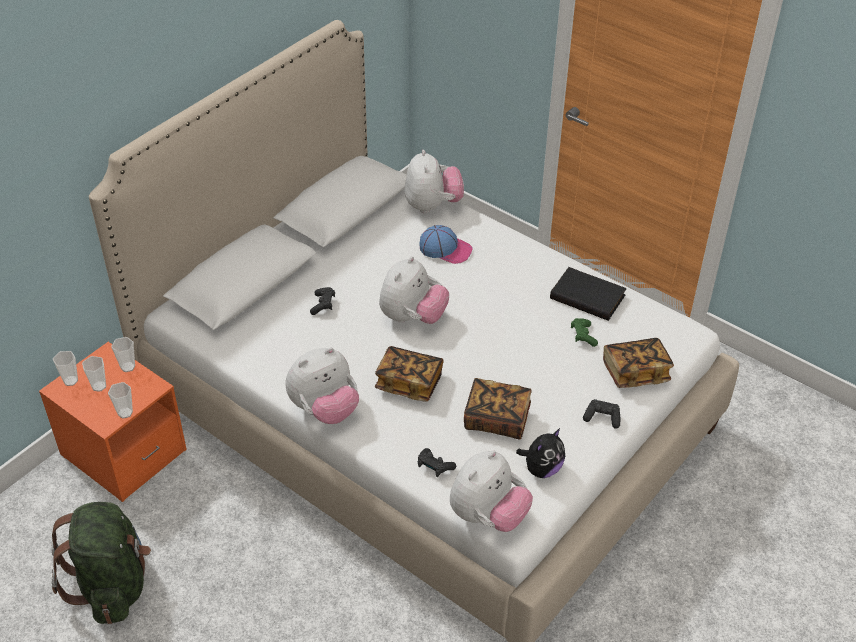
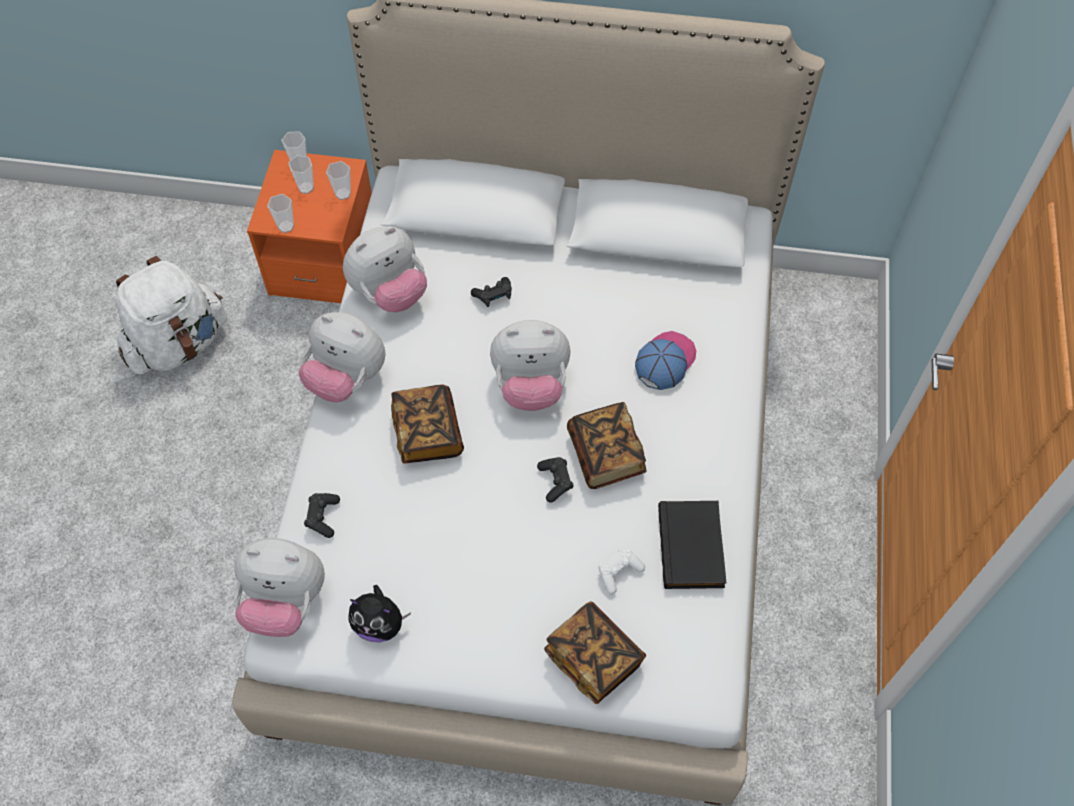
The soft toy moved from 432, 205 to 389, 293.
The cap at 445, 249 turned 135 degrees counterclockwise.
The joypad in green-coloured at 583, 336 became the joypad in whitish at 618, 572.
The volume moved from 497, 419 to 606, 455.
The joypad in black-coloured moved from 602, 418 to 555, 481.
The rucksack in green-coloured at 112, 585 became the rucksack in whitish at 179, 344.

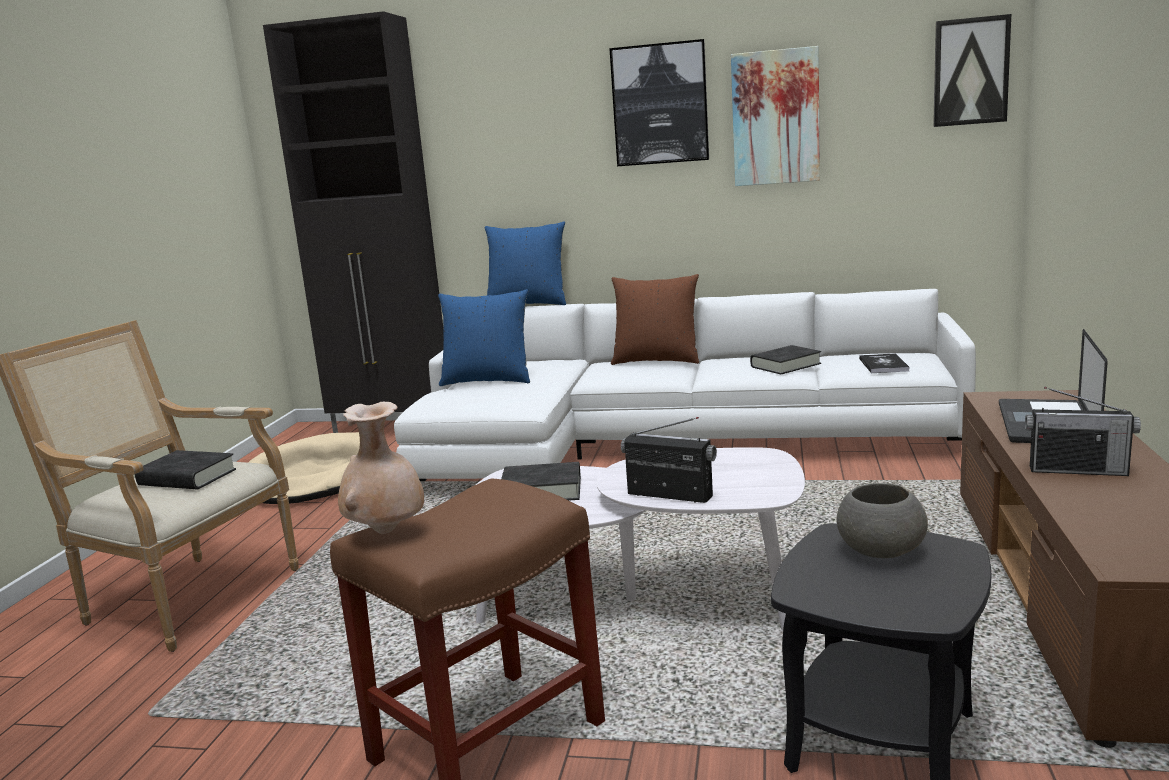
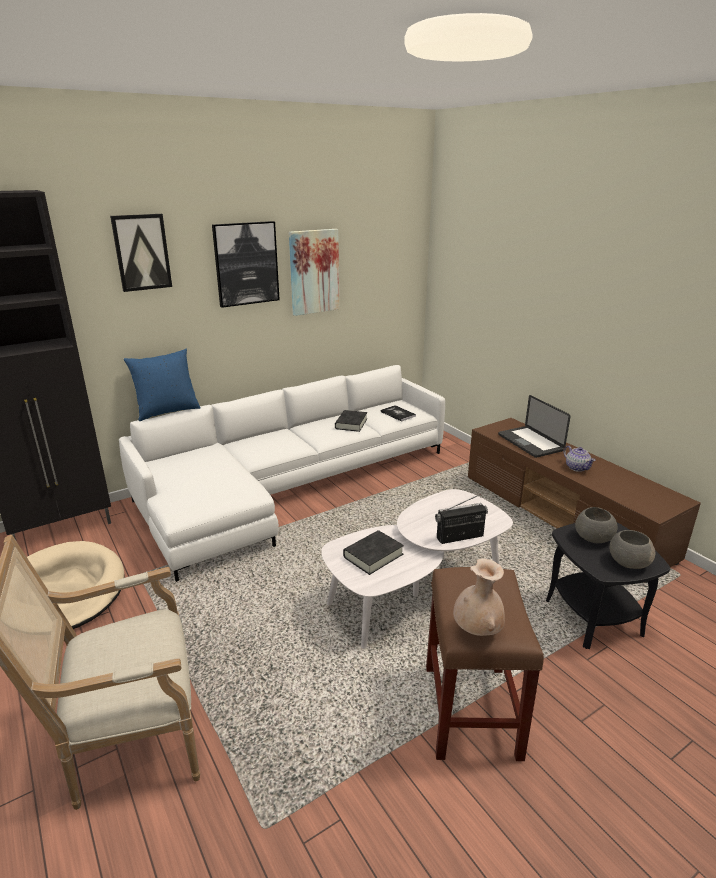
The wall art moved from 970, 71 to 142, 252.
The throw pillow in brown at 656, 360 disappeared.
The throw pillow in bluish at 488, 380 disappeared.
The radio set at 1077, 470 was replaced by the teapot at 577, 467.
The volume in black-coloured at 187, 478 disappeared.
The deep dish in gray at 628, 562 appeared.

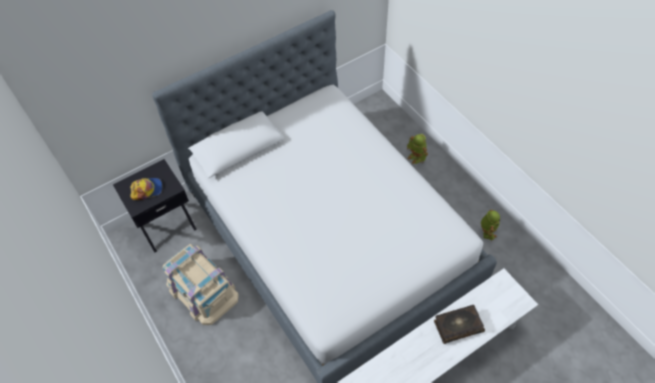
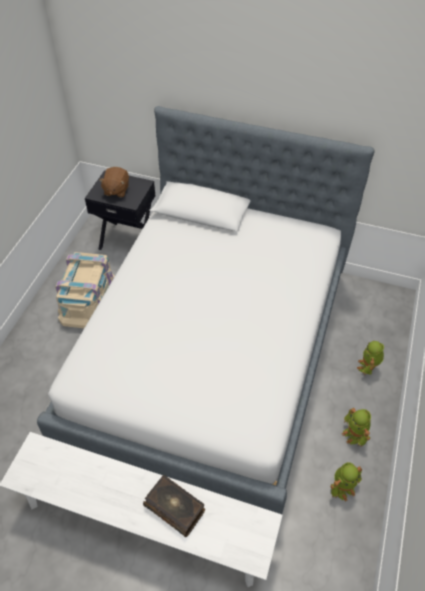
The cap at 147, 190 was replaced by the soft toy in brown at 116, 190.
The robot figure at 354, 435 appeared.

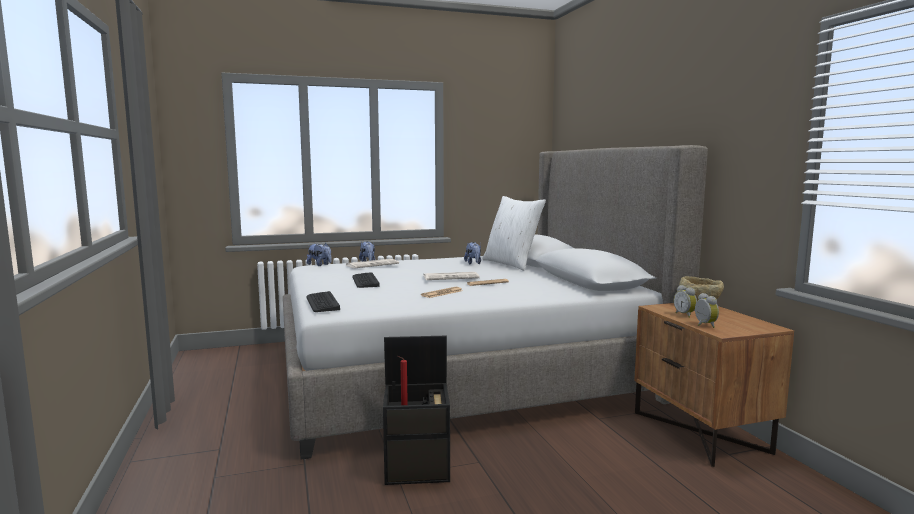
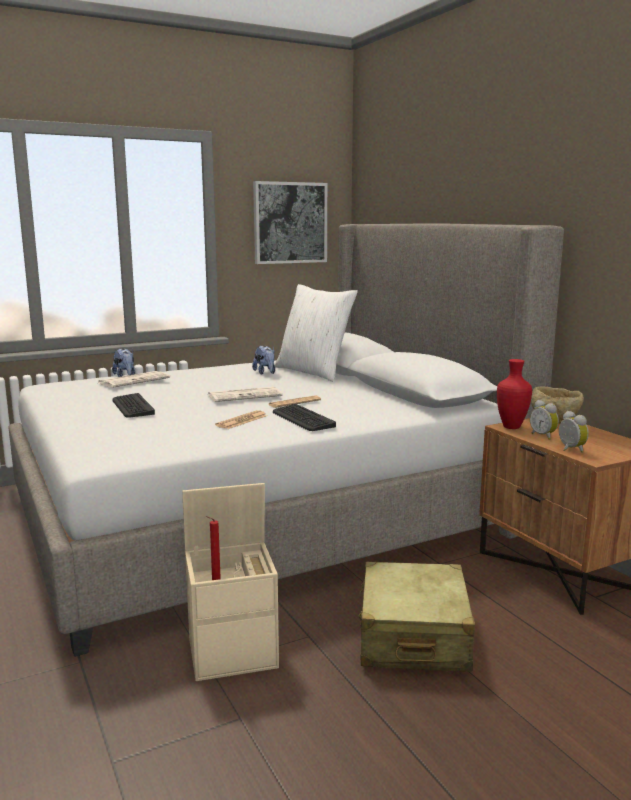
The soft toy at 320, 265 disappeared.
The computer keyboard moved from 322, 303 to 302, 419.
The storage container in black-coloured at 418, 468 became the storage container in beige-coloured at 234, 652.
The wall art at 290, 223 appeared.
The decorative vase in red-coloured at 512, 427 appeared.
The suitcase in beige-coloured at 413, 636 appeared.

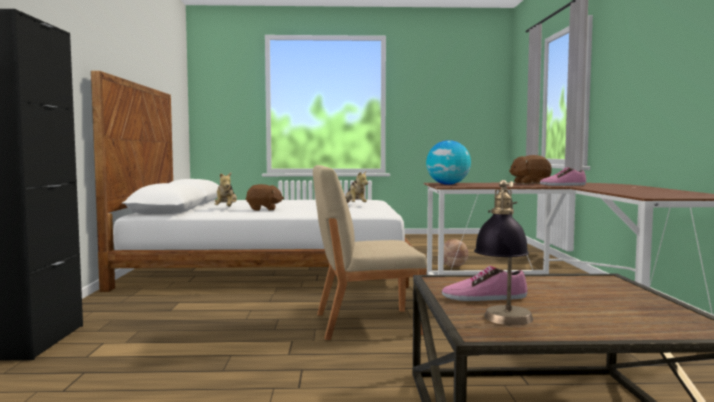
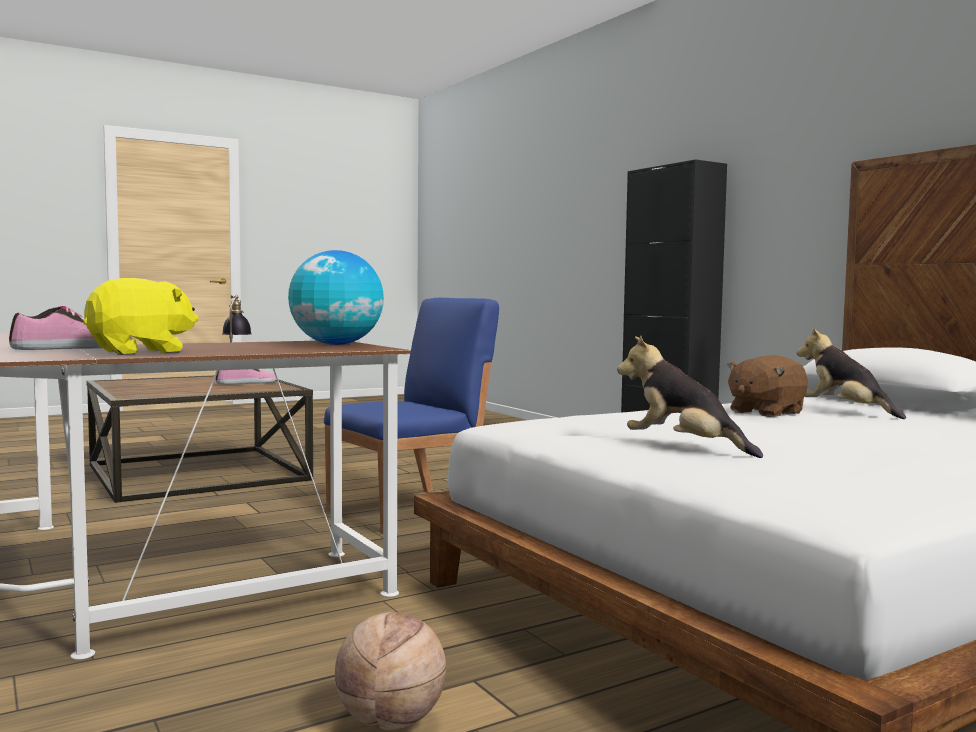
The soft toy in brown at 529, 183 became the soft toy in yellowish at 141, 352.
The plain chair in beige-coloured at 365, 323 became the plain chair in bluish at 412, 510.

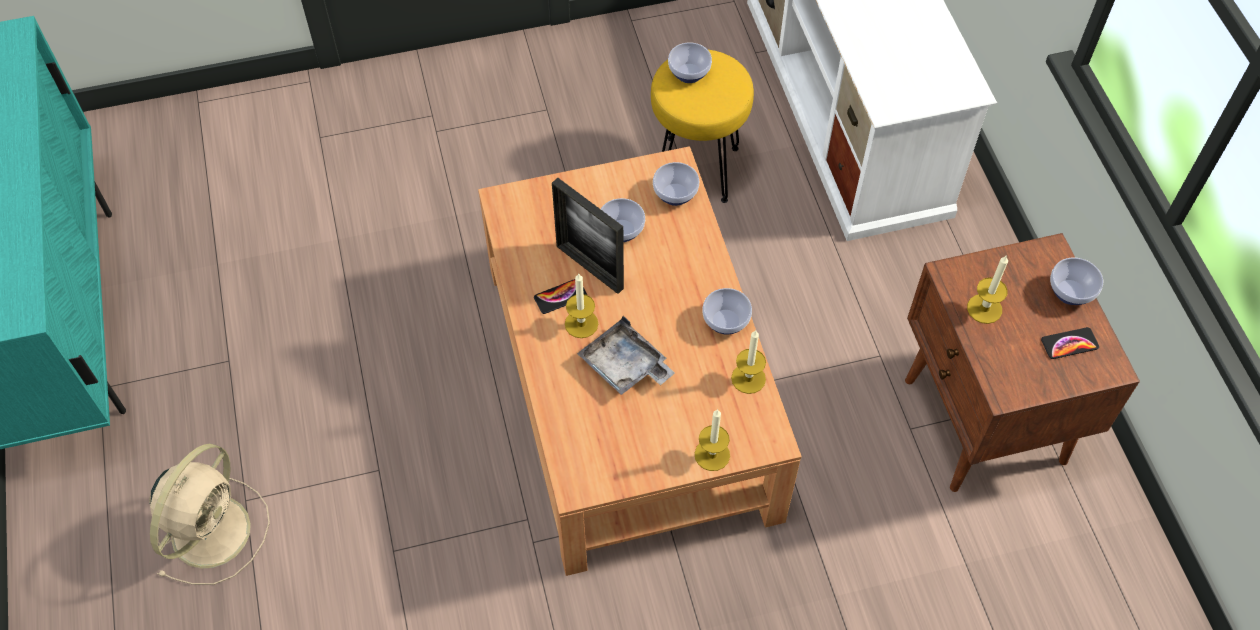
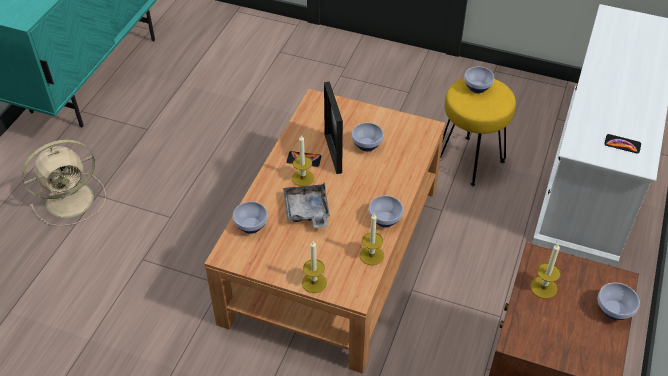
The deep dish moved from 676, 195 to 251, 226.
The phone moved from 1069, 344 to 622, 144.

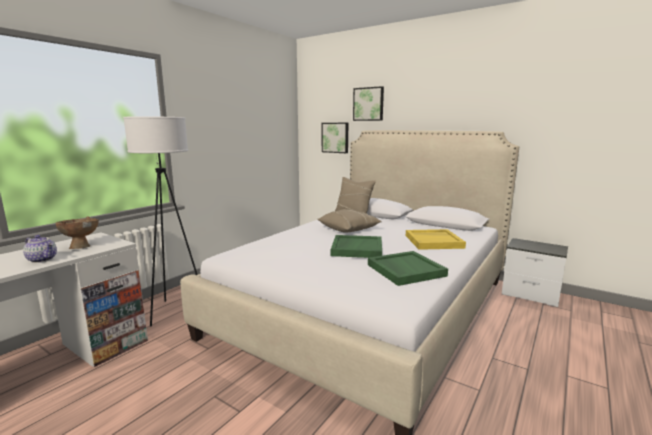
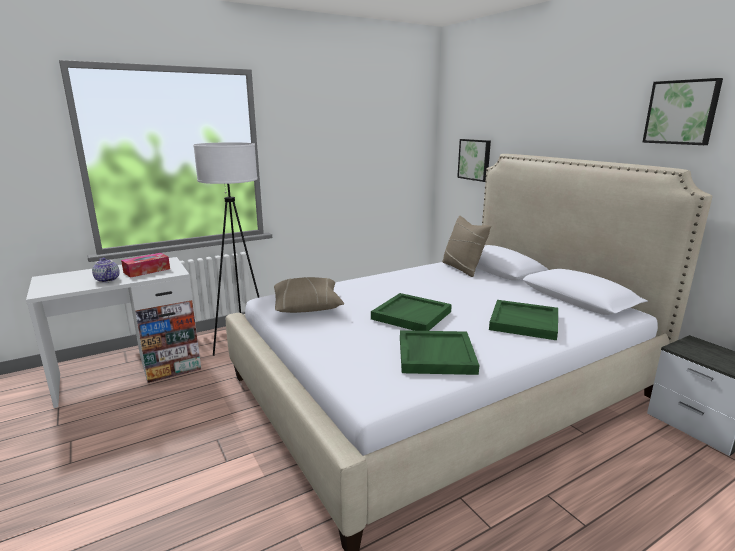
The wall art moved from 368, 104 to 682, 112.
The throw pillow in beige-coloured moved from 349, 229 to 307, 306.
The deep dish in brown at 82, 246 was replaced by the box of tissues at 147, 270.
The serving tray in yellowish at 434, 241 became the serving tray in green-coloured at 524, 322.

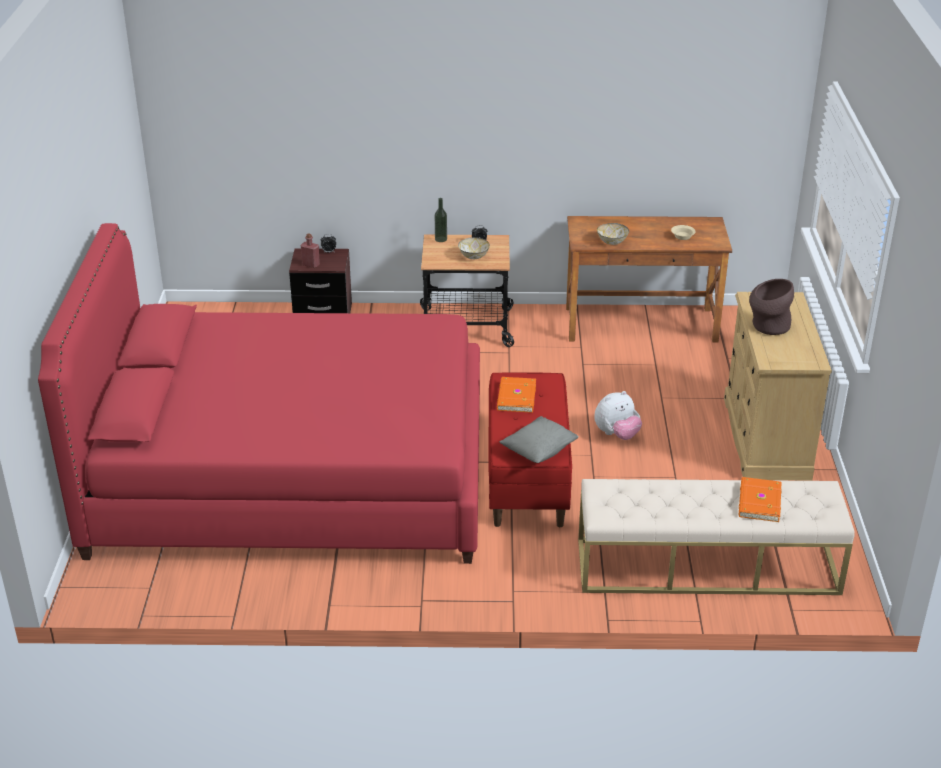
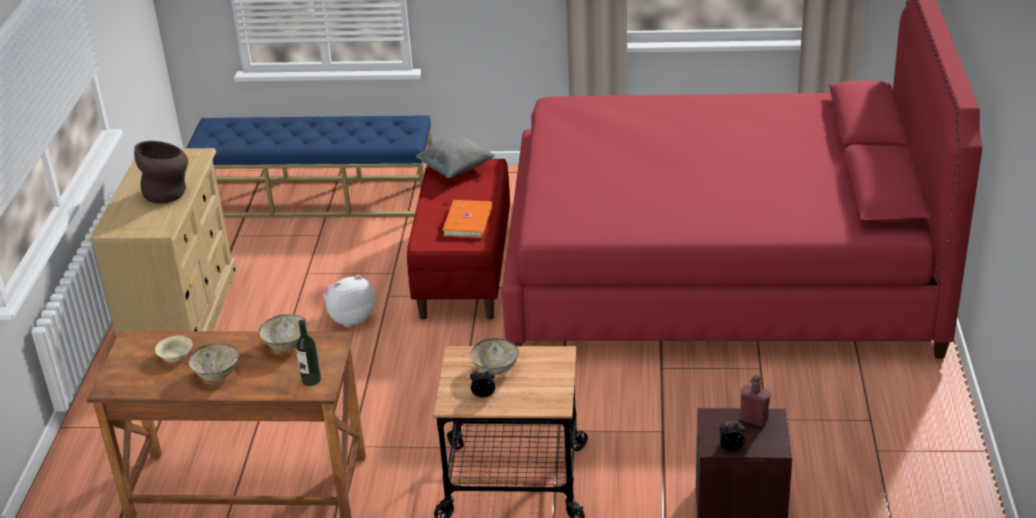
The bottle moved from 441, 239 to 311, 380.
The volume in orangey at 758, 502 disappeared.
The indoor bench in beige-coloured at 706, 567 became the indoor bench in bluish at 317, 197.
The deep dish at 217, 374 appeared.

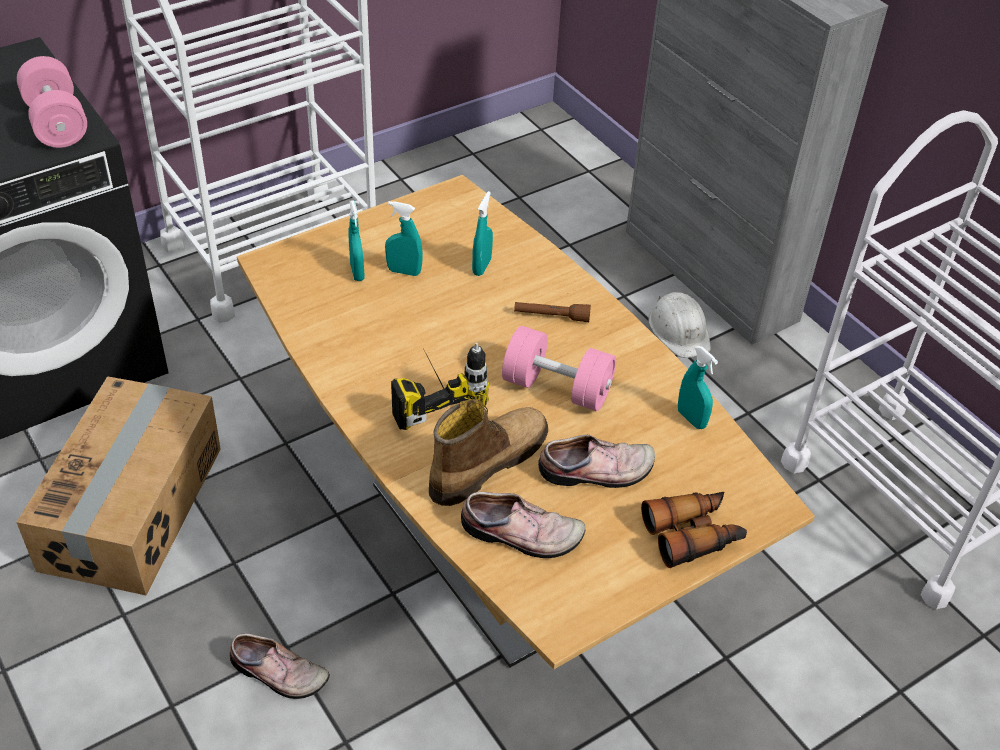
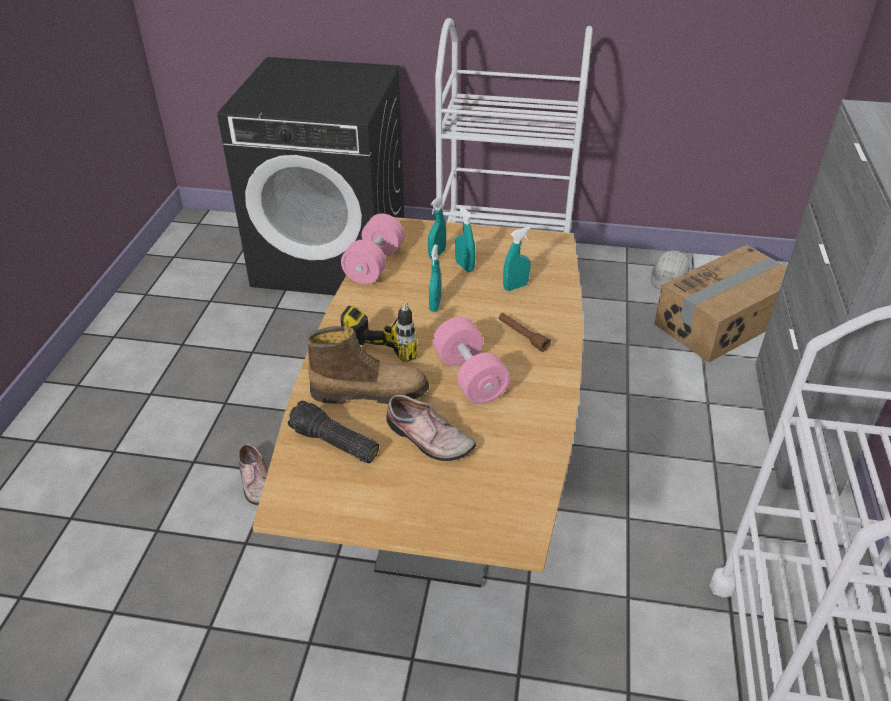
The free weight in pinkish moved from 57, 123 to 374, 265.
The work helmet in whitish moved from 679, 330 to 670, 277.
The hand sprayer in turquoise-coloured moved from 691, 419 to 435, 305.
The carton moved from 134, 507 to 723, 321.
The shoe at 521, 536 was replaced by the torch at 333, 444.
The binoculars at 693, 534 disappeared.

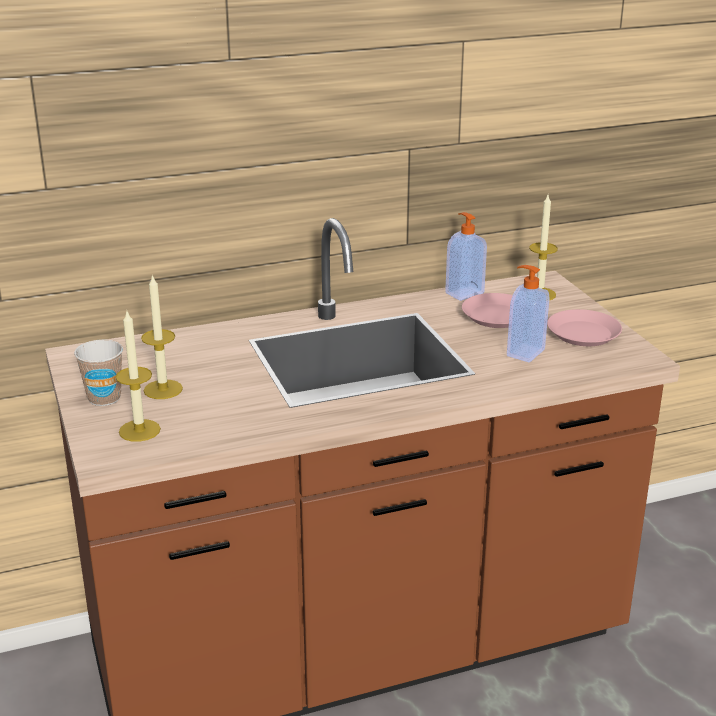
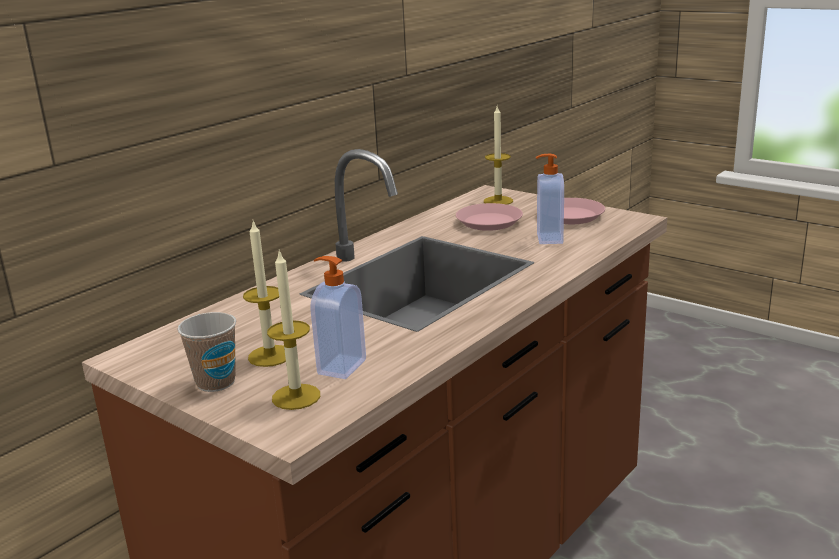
The liquid soap bottle moved from 463, 293 to 340, 367.

